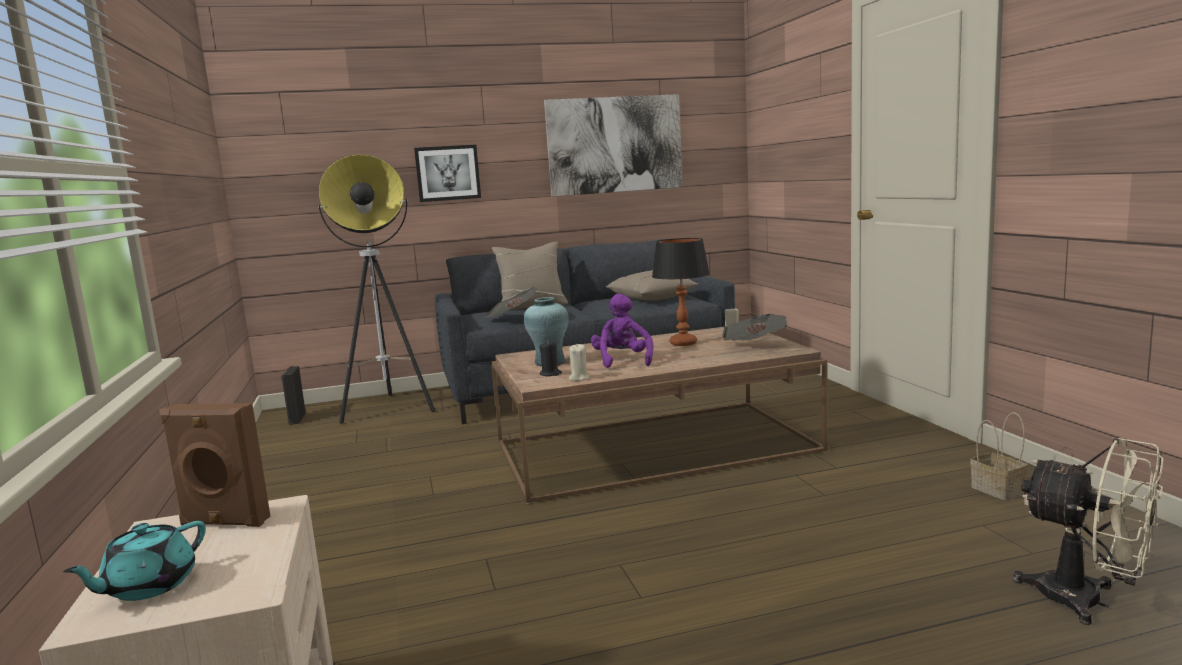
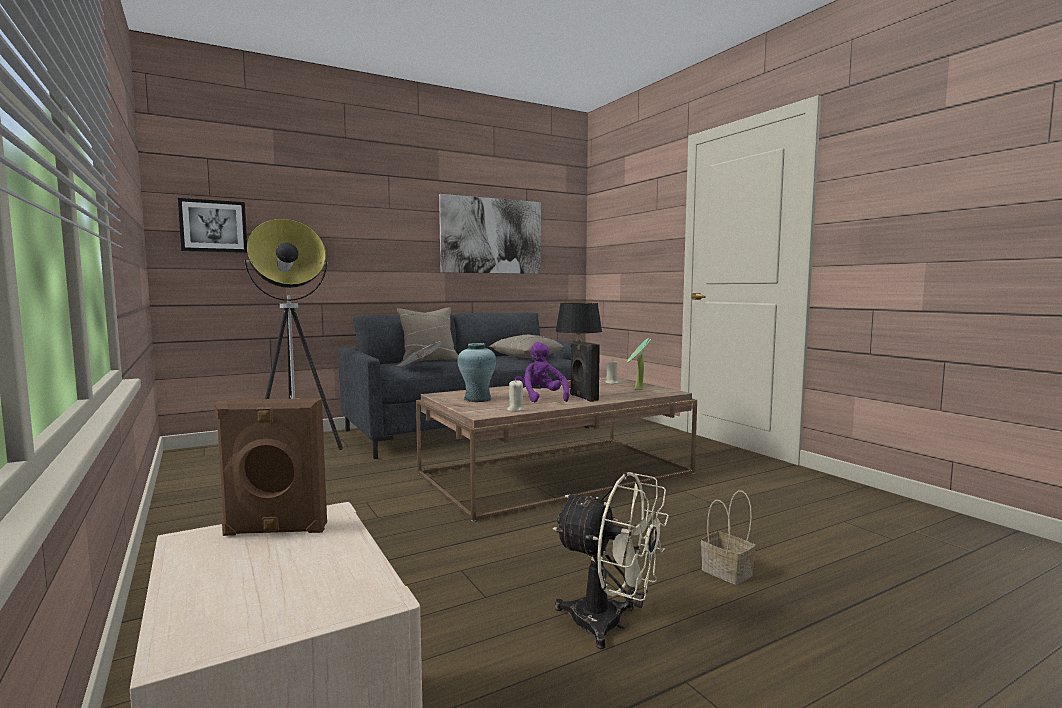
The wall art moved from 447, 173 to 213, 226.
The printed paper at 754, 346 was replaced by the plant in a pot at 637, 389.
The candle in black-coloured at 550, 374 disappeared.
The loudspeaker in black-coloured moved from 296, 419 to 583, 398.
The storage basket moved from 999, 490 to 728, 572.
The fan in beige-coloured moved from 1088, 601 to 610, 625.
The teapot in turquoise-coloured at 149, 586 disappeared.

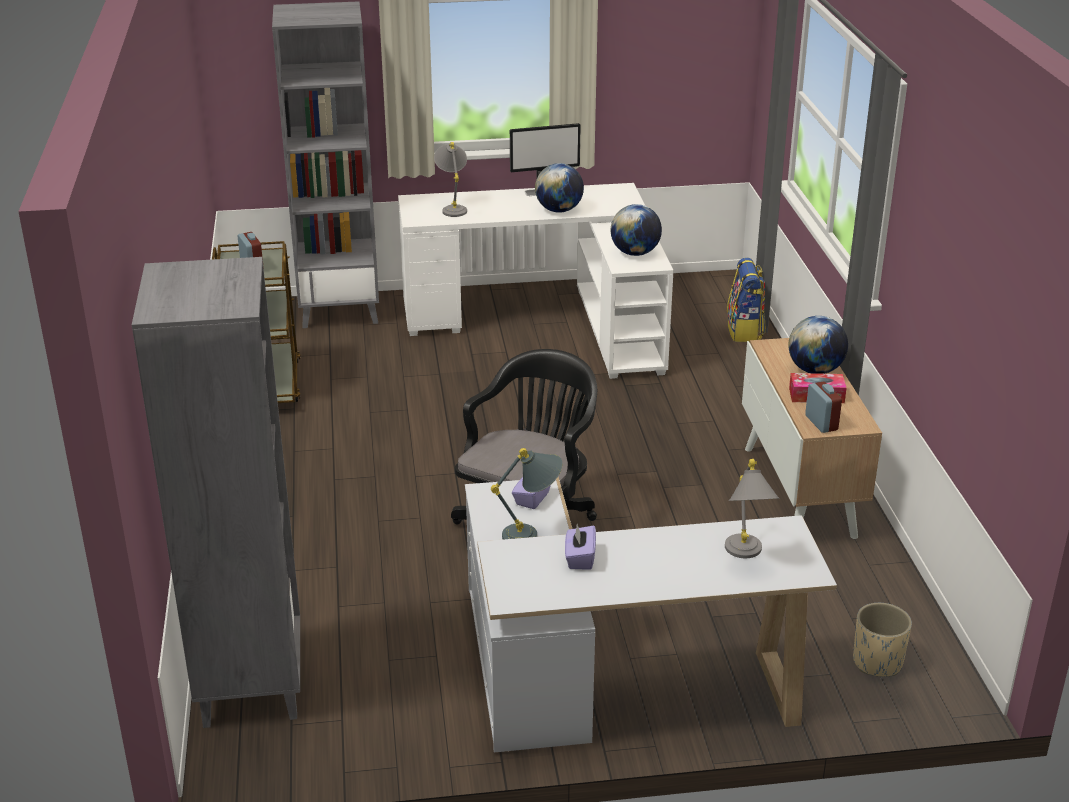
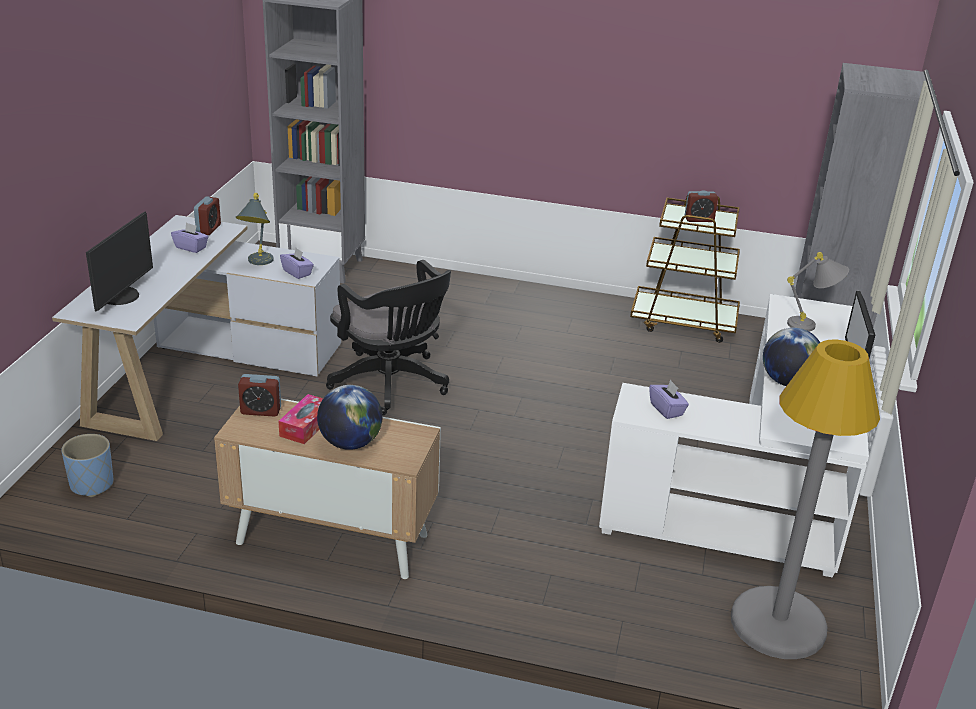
The world globe at 635, 253 was replaced by the box of tissues in purple-coloured at 667, 409.
The rucksack at 745, 331 disappeared.
The lamp for a table in gray at 745, 556 was replaced by the computer screen at 122, 296.
The plant pot in beige-coloured at 877, 662 became the plant pot in bluish at 91, 484.
The alarm clock at 208, 229 appeared.
The standard lamp in gray at 778, 624 appeared.

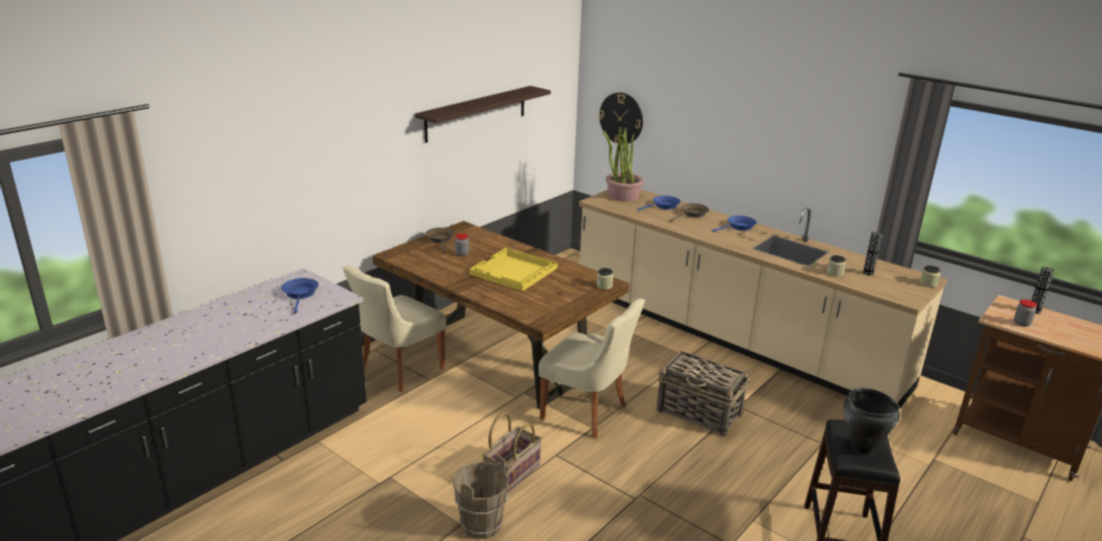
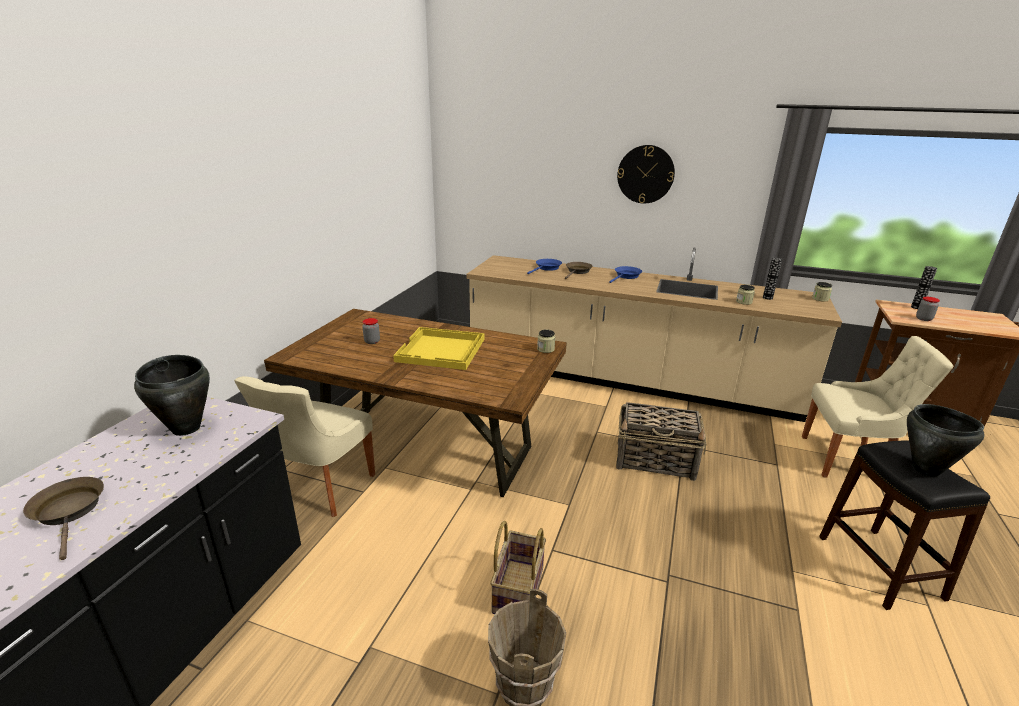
The wall shelf at 476, 113 disappeared.
The wall clock moved from 621, 118 to 645, 174.
The plant in a pot at 623, 196 disappeared.
The pan in brown moved from 440, 240 to 70, 512.
The pan in bluish at 300, 294 was replaced by the stockpot in black-coloured at 186, 428.
The plain chair in beige-coloured moved from 587, 413 to 848, 460.

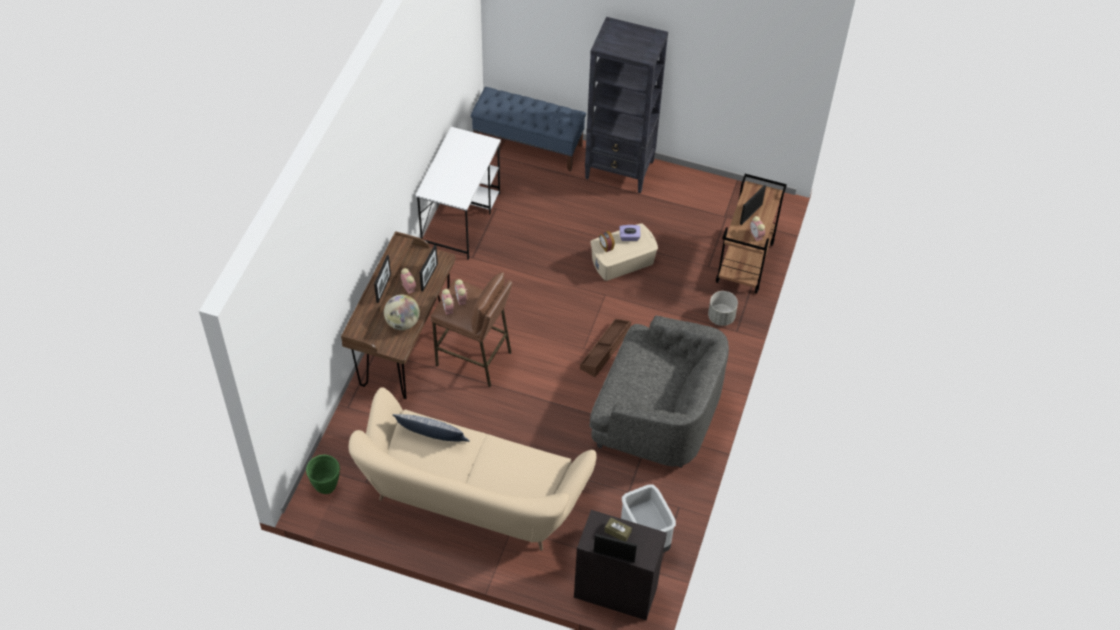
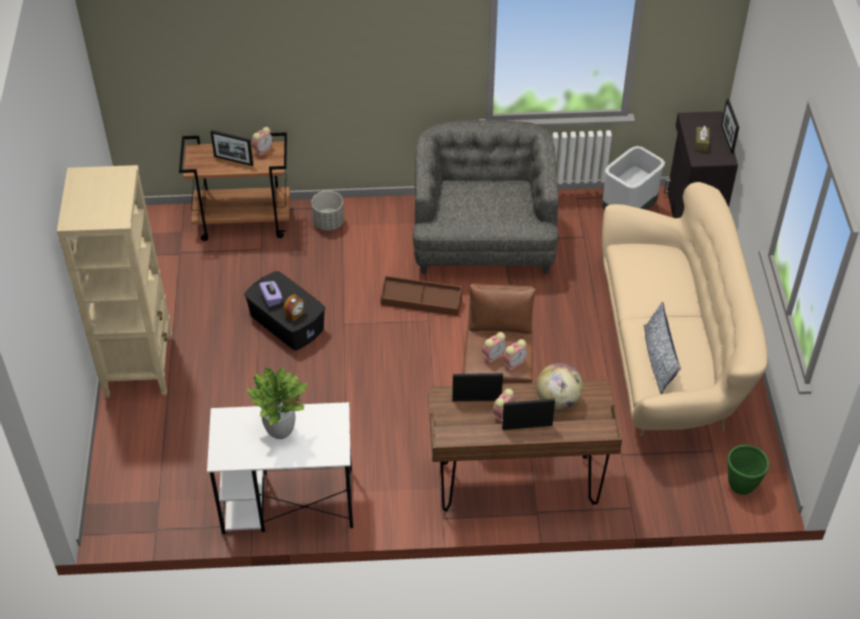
The bookshelf in black-coloured at 620, 170 became the bookshelf in beige-coloured at 139, 365.
The indoor bench in bluish at 528, 145 disappeared.
The storage container in beige-coloured at 623, 261 became the storage container in black-coloured at 287, 322.
The plant in a pot at 280, 430 appeared.

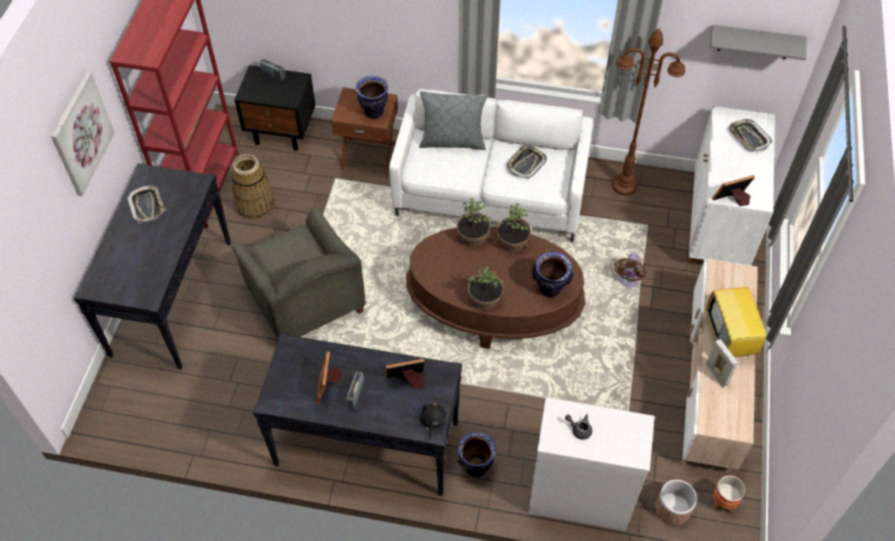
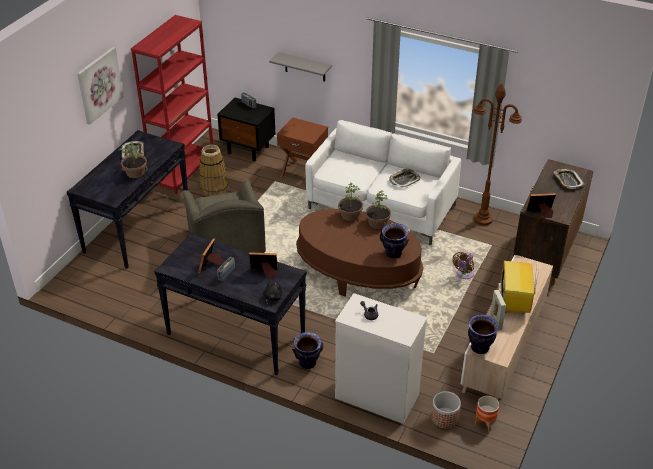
The wall shelf in gray moved from 755, 42 to 305, 67.
The decorative vase moved from 373, 112 to 479, 348.
The throw pillow in gray at 453, 140 disappeared.
The cabinet in whitish at 717, 227 became the cabinet in brown at 544, 256.
The plant in a pot moved from 485, 299 to 135, 173.

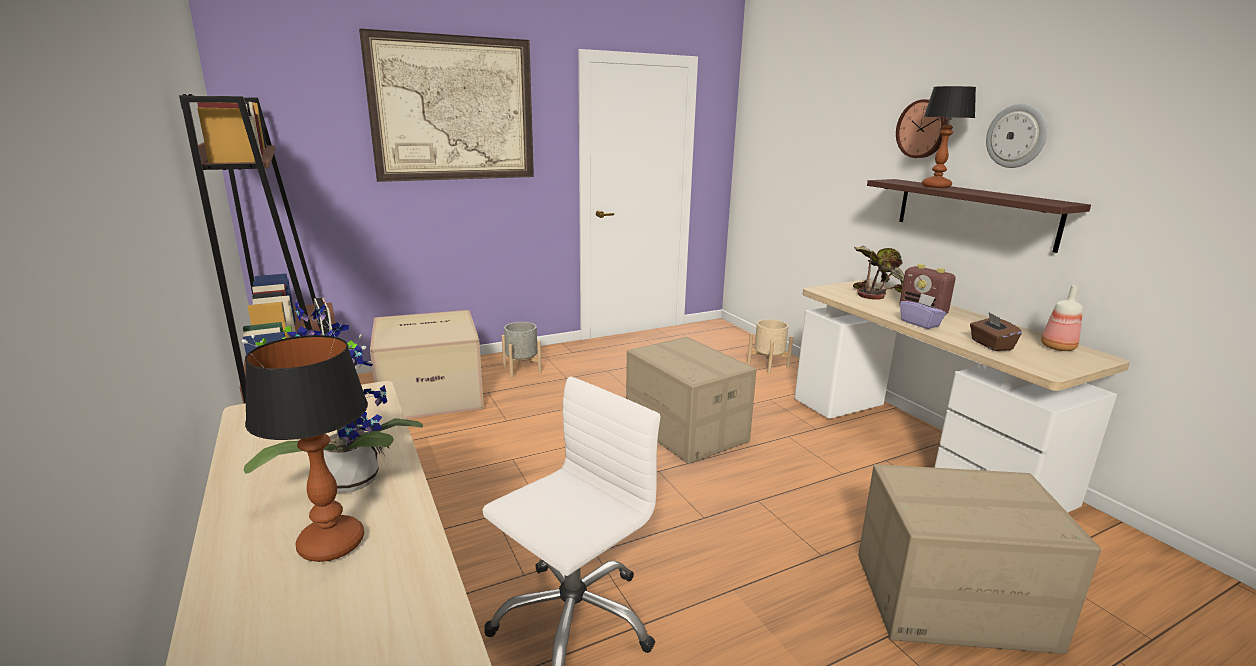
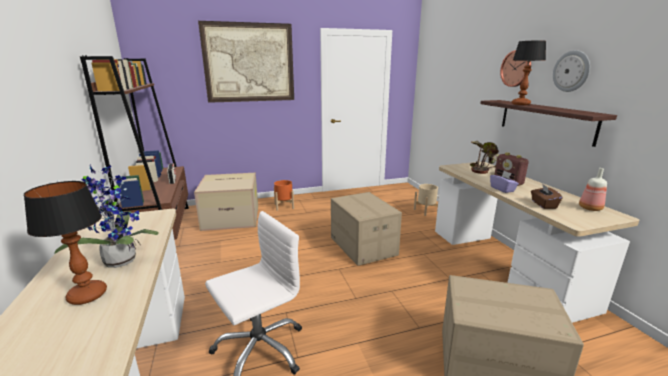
The plant pot in gray at 521, 369 became the plant pot in orangey at 284, 206.

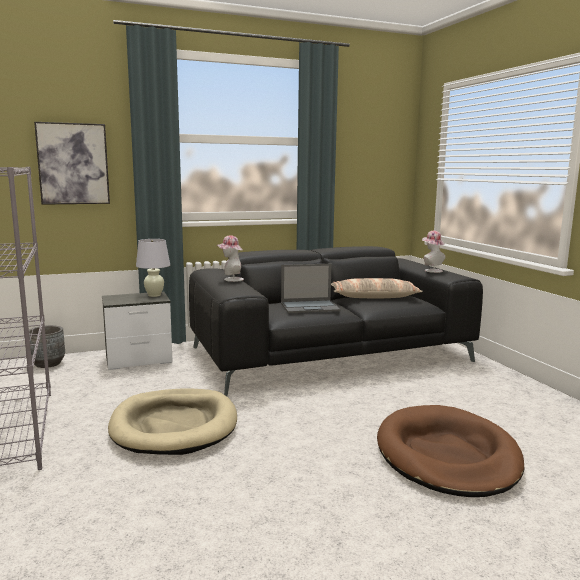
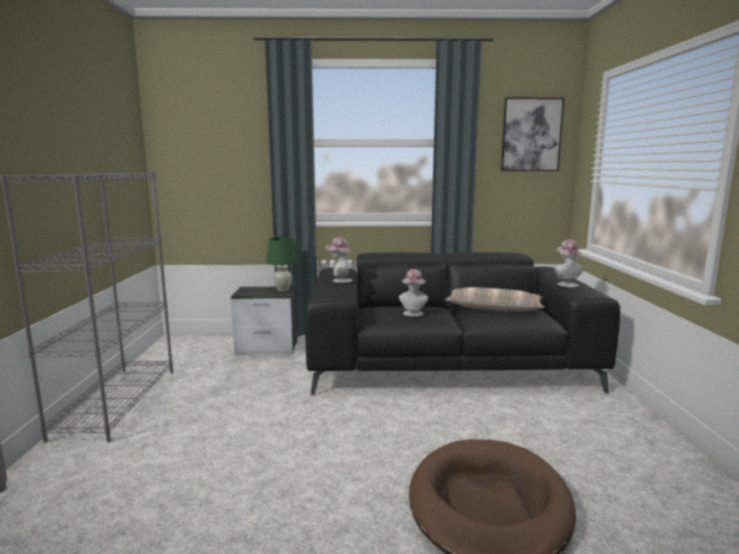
The wall art moved from 73, 164 to 531, 135.
The lamp for a table in whitish at 154, 295 became the lamp for a table in green-coloured at 282, 289.
The portable computer at 310, 307 was replaced by the hat at 413, 314.
The plant pot in gray at 48, 363 disappeared.
The dog cushion in beige-coloured at 174, 426 disappeared.

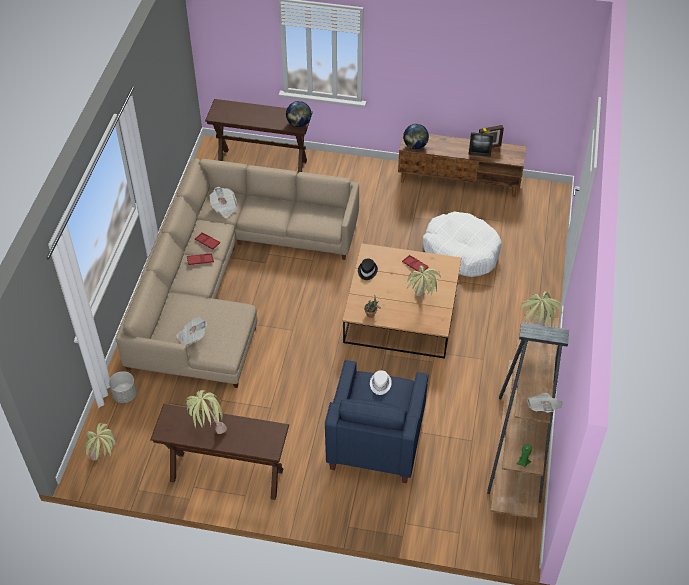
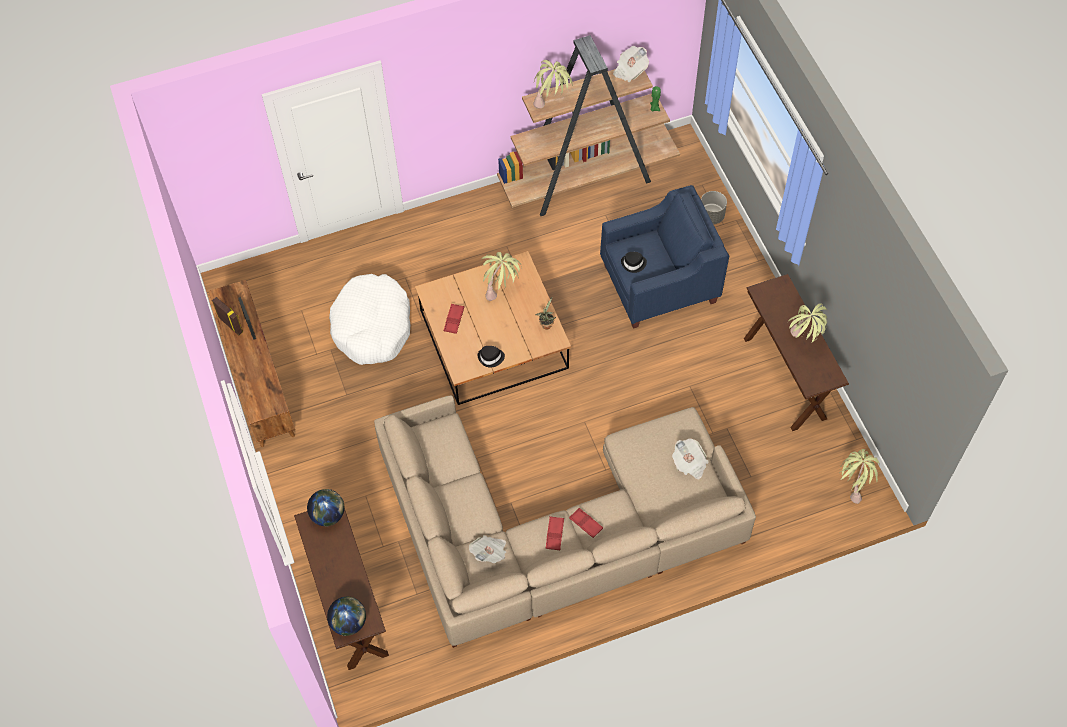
The world globe moved from 415, 146 to 349, 623.
The hat in whitish at 380, 384 became the hat in black-coloured at 633, 264.
The plant pot in gray moved from 124, 394 to 711, 216.

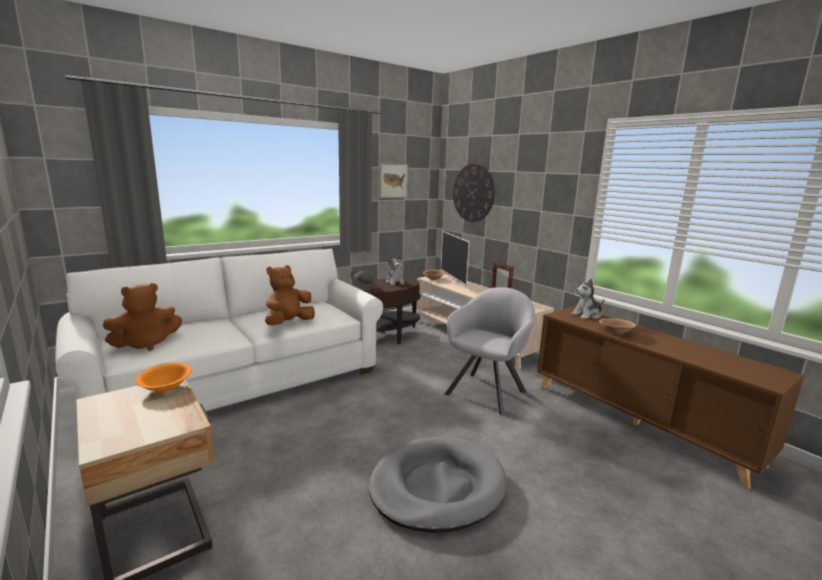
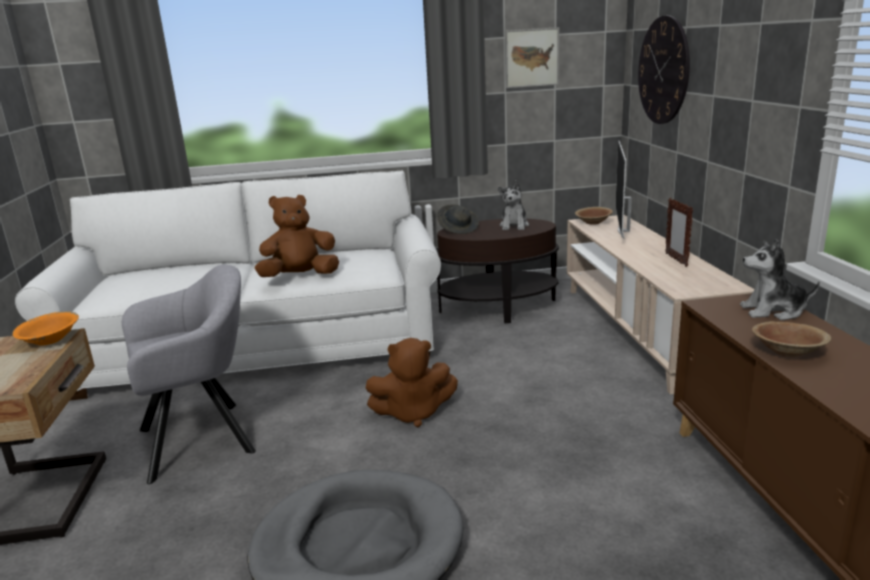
The soft toy in brown moved from 146, 344 to 413, 413.
The easy chair in gray moved from 488, 391 to 204, 438.

